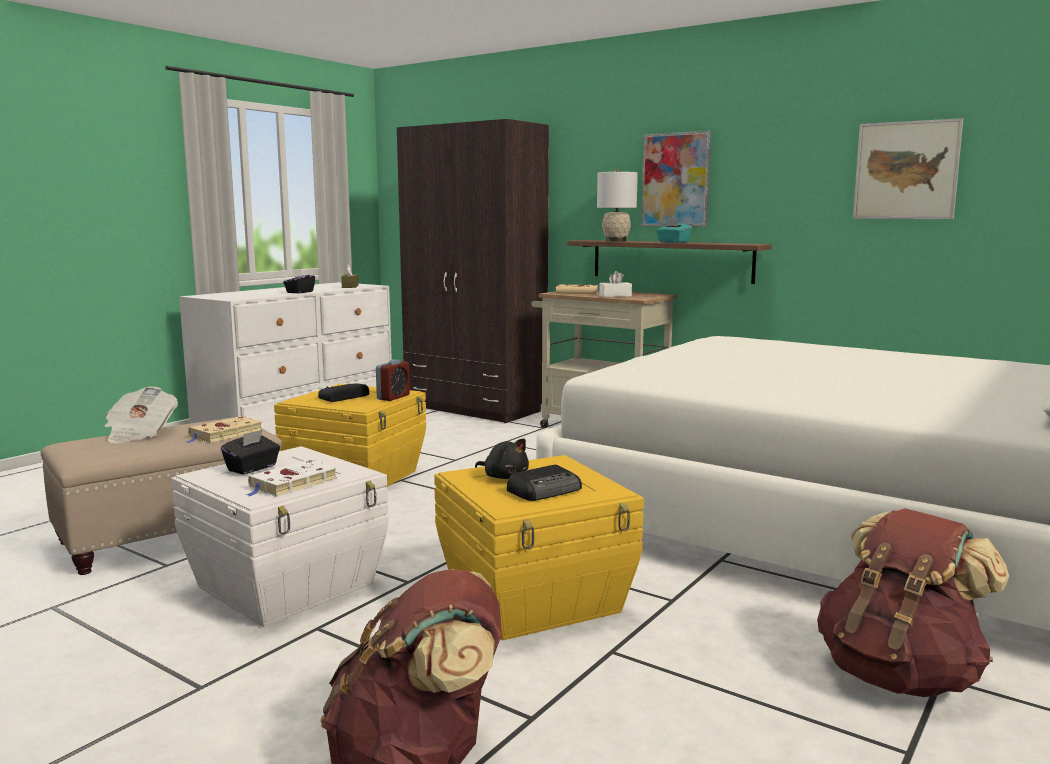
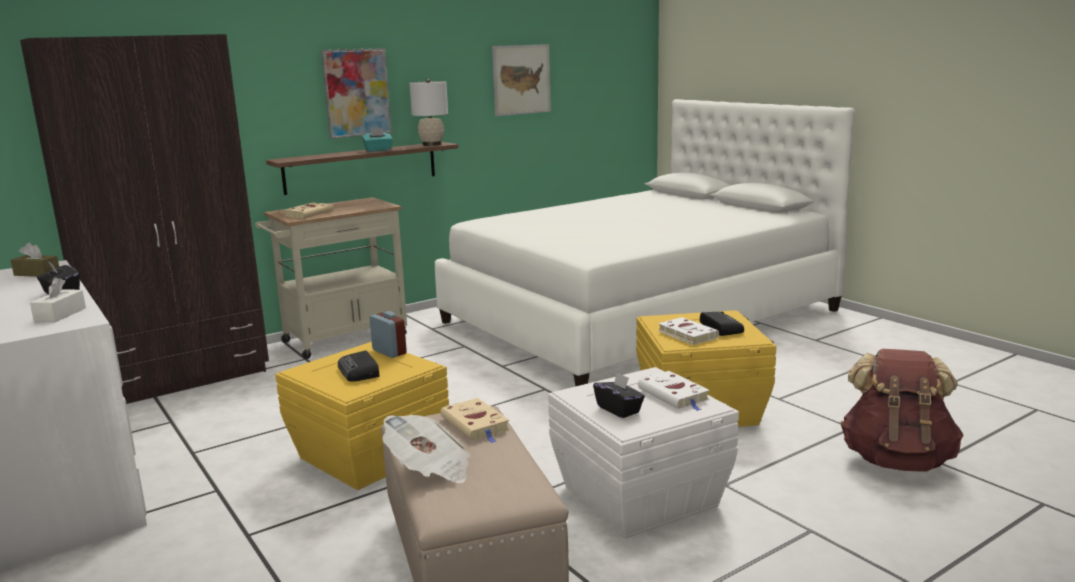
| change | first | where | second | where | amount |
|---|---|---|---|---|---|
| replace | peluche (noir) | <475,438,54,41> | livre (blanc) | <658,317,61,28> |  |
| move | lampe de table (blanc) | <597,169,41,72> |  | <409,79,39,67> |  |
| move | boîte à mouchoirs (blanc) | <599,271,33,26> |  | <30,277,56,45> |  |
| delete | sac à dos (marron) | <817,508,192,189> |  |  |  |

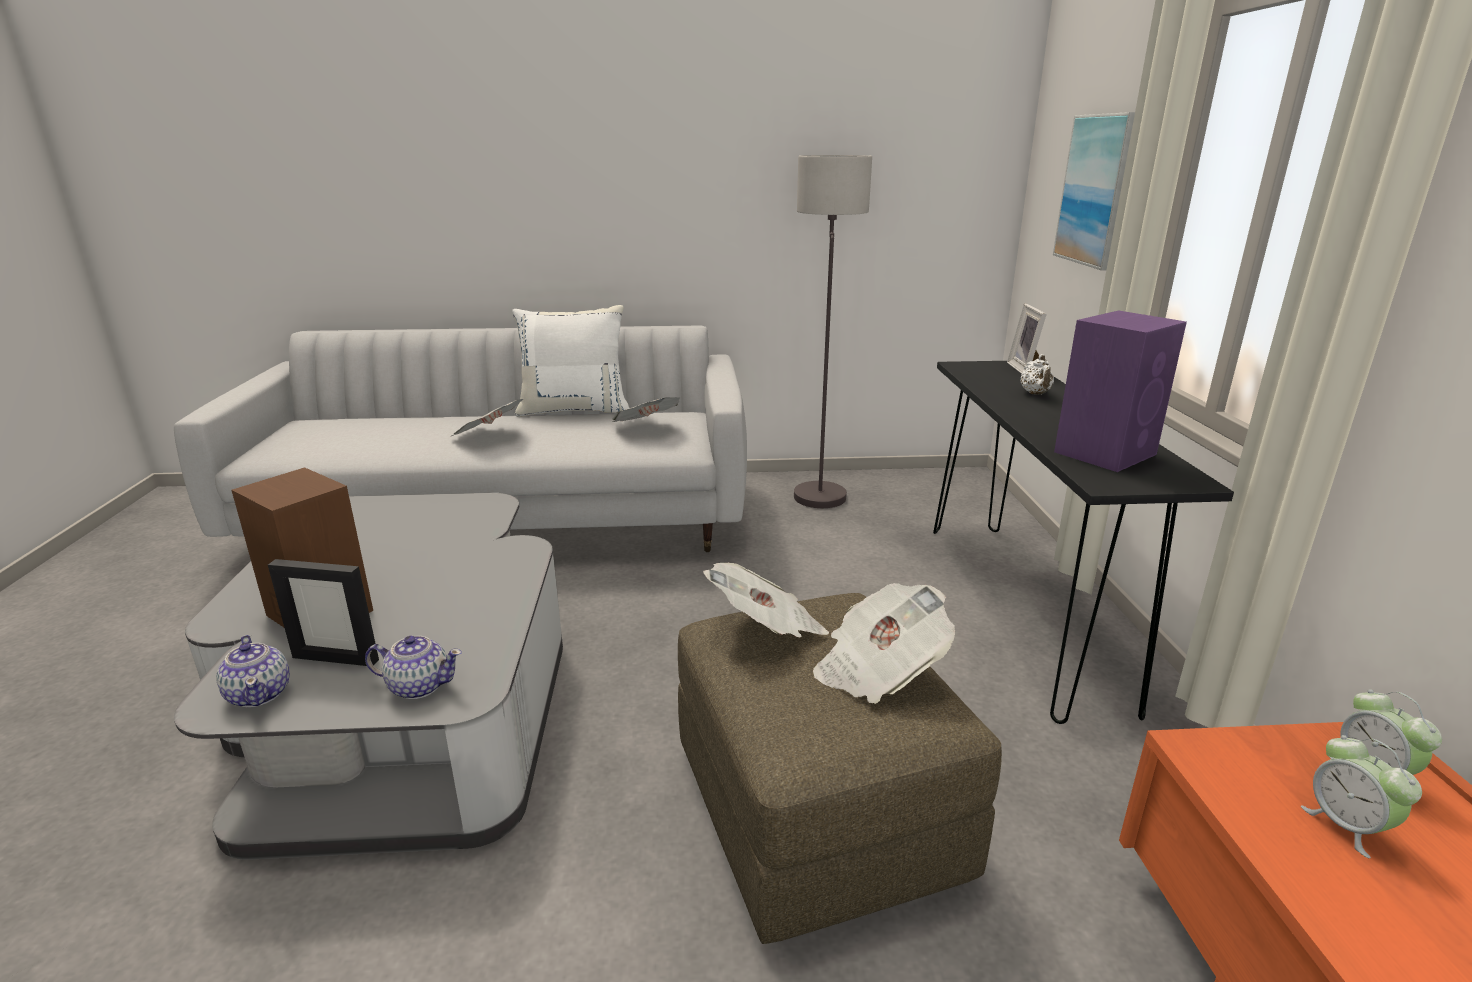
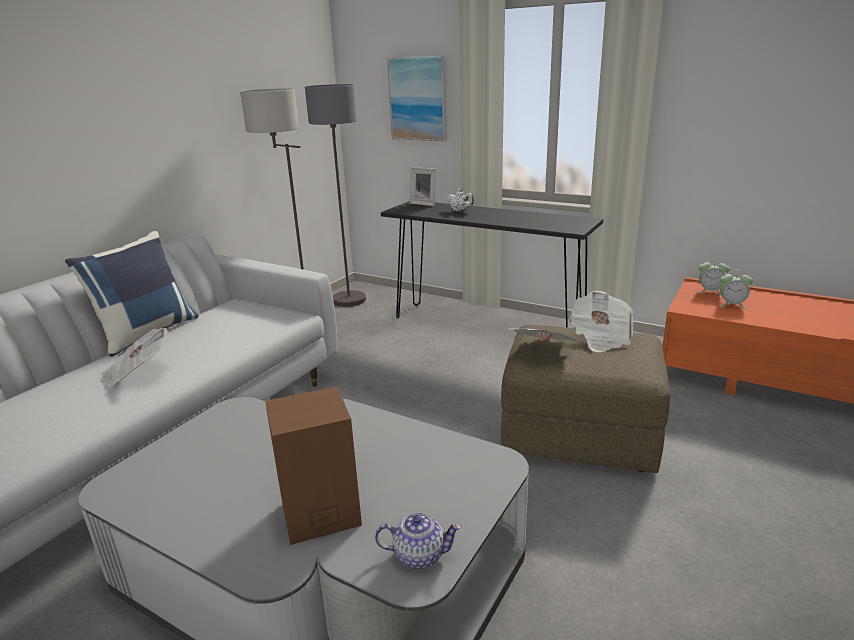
| change | first | where | second | where | amount |
|---|---|---|---|---|---|
| delete | cadre photo | <268,559,111,107> |  |  |  |
| delete | théière | <365,636,97,63> |  |  |  |
| recolor | coussin (blanc) | <512,305,117,112> | coussin (bleu) | <65,231,134,126> |  |
| delete | journal | <612,397,68,25> |  |  |  |
| delete | enceinte (violet) | <1054,310,133,162> |  |  |  |
| insert |  |  | lampadaire (gris) | <305,84,61,223> |  |

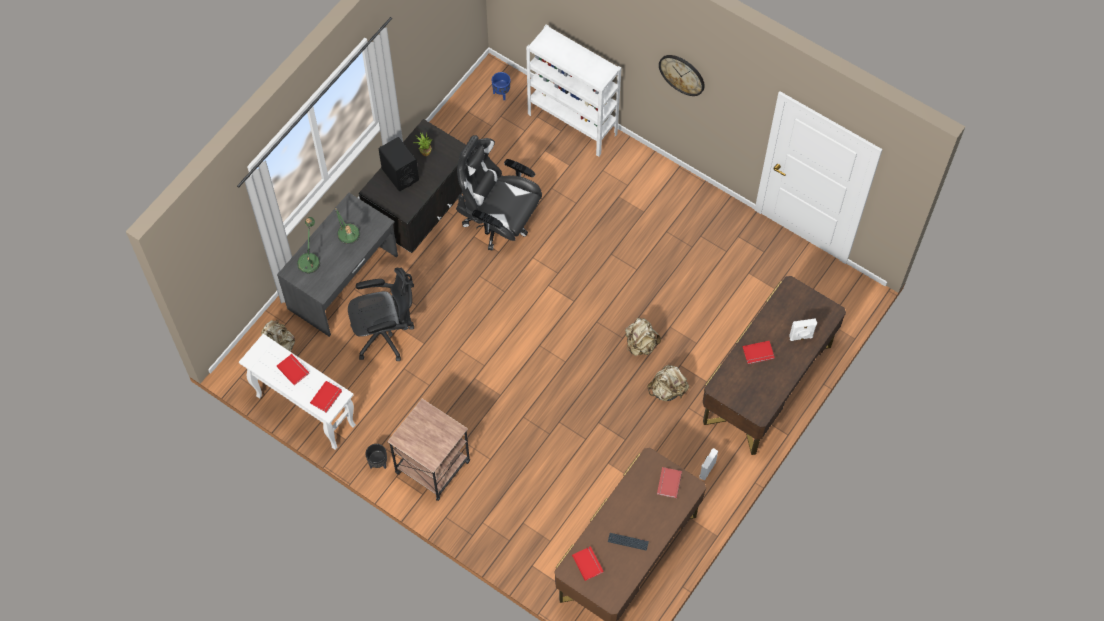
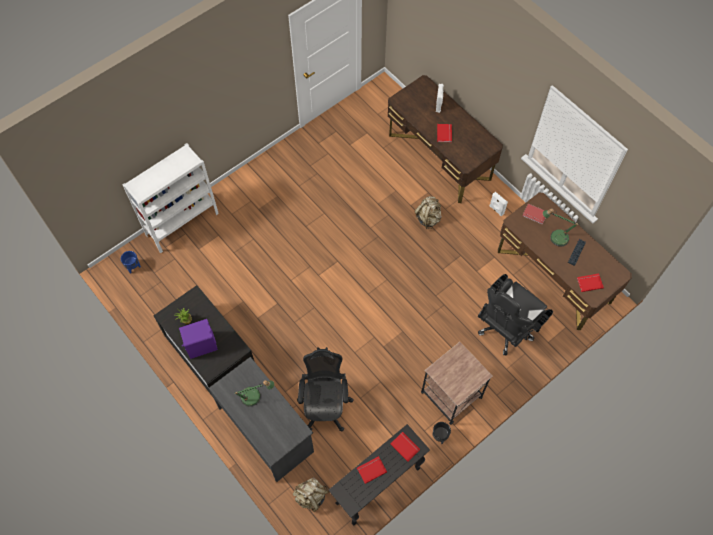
| change | first | where | second | where | amount |
|---|---|---|---|---|---|
| recolor | table console (blanc) | <239,334,117,116> | table console (noir) | <329,424,101,102> |  |
| move | lampe de table | <297,217,23,57> |  | <543,208,35,38> |  |
| recolor | enceinte (noir) | <379,137,40,54> | enceinte (violet) | <179,319,39,40> |  |
| move | chaise de bureau (noir) | <456,135,86,115> |  | <478,274,75,81> |  |
| delete | sac à dos (beige) | <625,318,36,38> |  |  |  |
| delete | horloge murale | <659,55,46,41> |  |  |  |

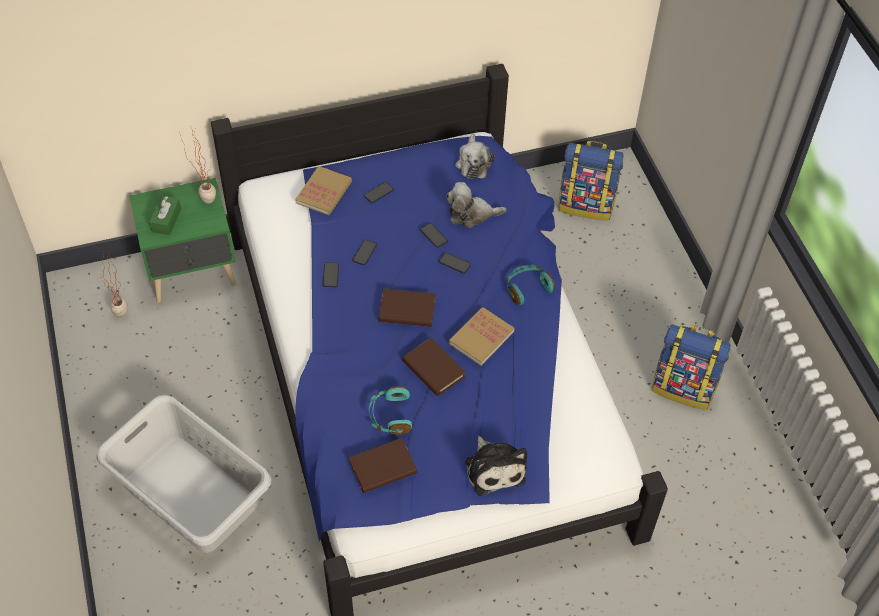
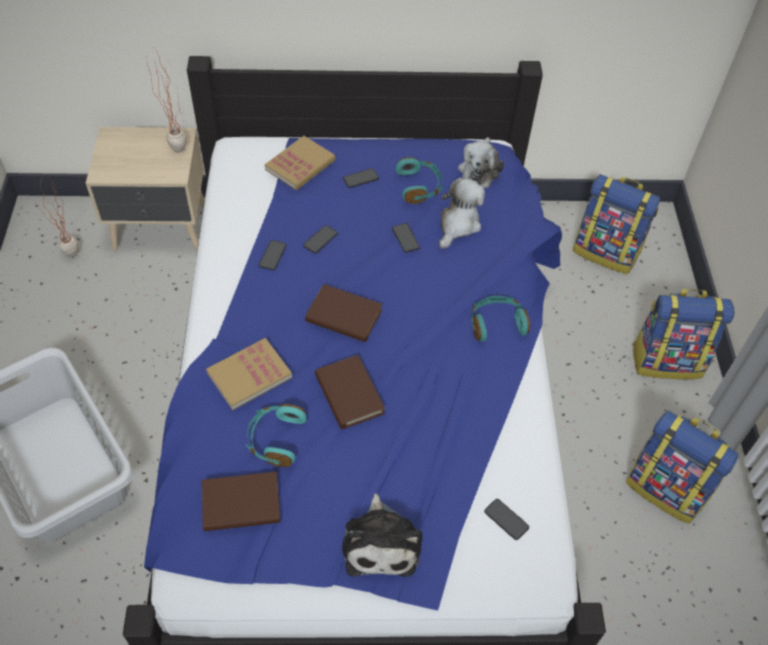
| change | first | where | second | where | amount |
|---|---|---|---|---|---|
| recolor | table de chevet (vert) | <129,178,107,125> | table de chevet (beige) | <86,127,119,124> |  |
| delete | boîte à mouchoirs (vert) | <149,196,32,39> |  |  |  |
| move | téléphone | <439,252,32,22> |  | <484,499,45,41> |  |
| rotate | peluche | <446,182,60,46> |  | <439,178,46,71> | 105 degrees clockwise |
| move | livre | <449,307,65,59> |  | <206,338,86,72> |  |
| insert |  |  | casque audio (turquoise) | <396,157,47,47> |  |
| insert |  |  | sac à dos | <632,289,103,91> |  |

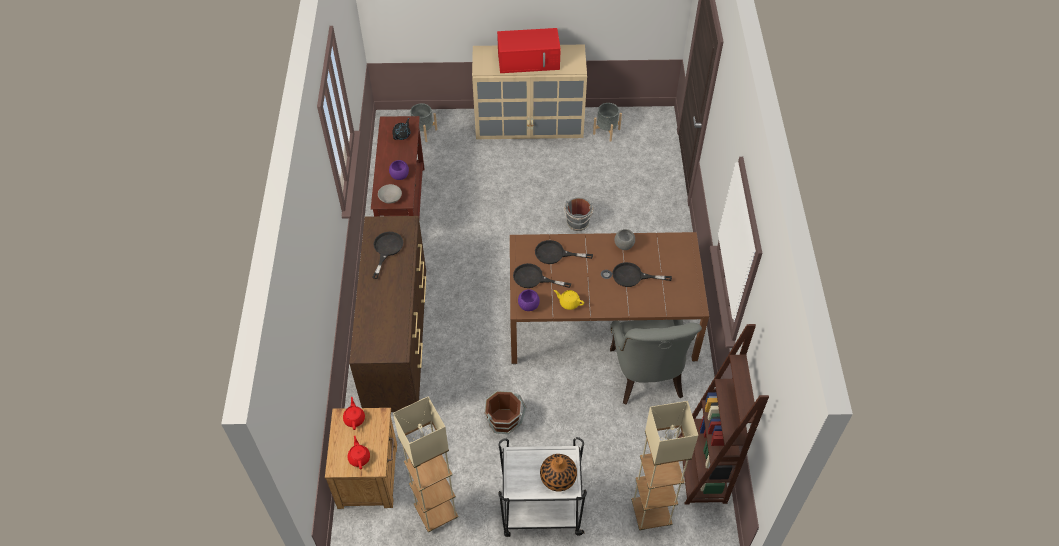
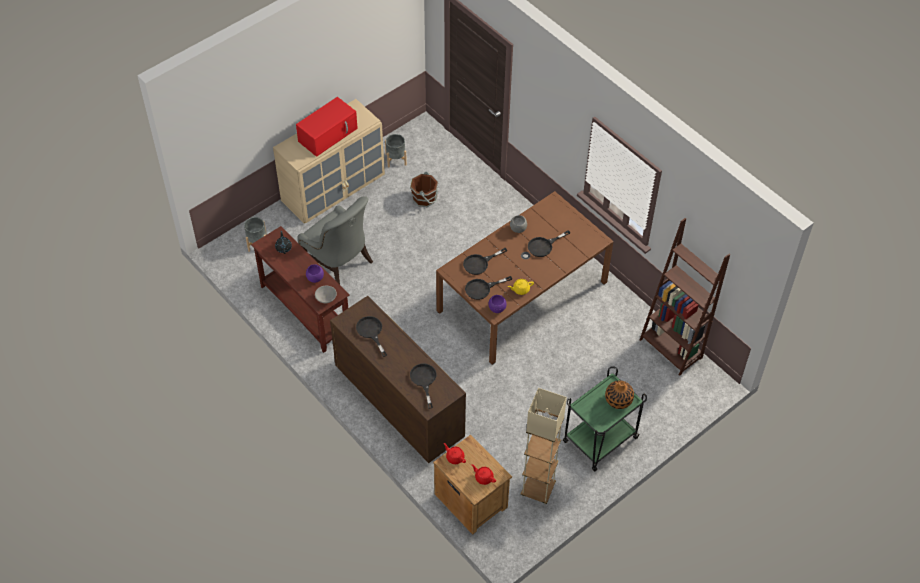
| change | first | where | second | where | amount |
|---|---|---|---|---|---|
| move | seau (marron) | <484,391,42,44> |  | <410,171,28,36> |  |
| recolor | chariot (blanc) | <498,437,89,100> | chariot (vert) | <563,366,84,106> |  |
| delete | seau (gris) | <564,197,30,34> |  |  |  |
| move | chaise (gris) | <610,319,92,85> |  | <297,196,76,89> |  |
| delete | lampadaire (beige) | <631,401,67,130> |  |  |  |
| insert |  |  | poêle (noir) | <410,363,27,46> |  |

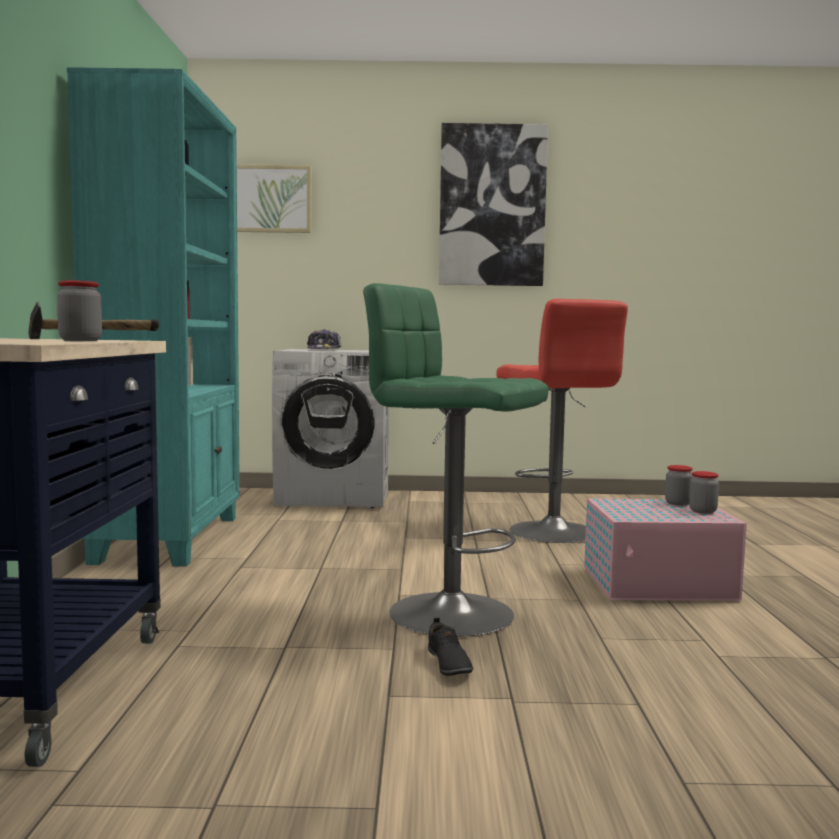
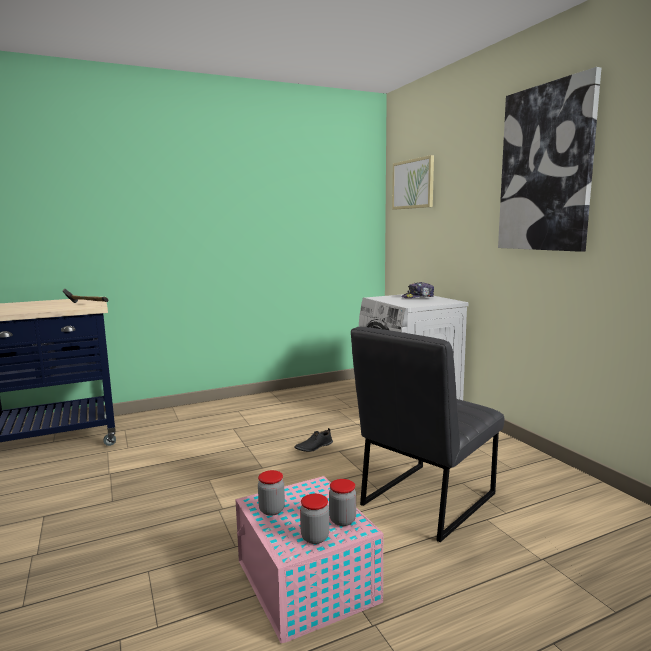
| change | first | where | second | where | amount |
|---|---|---|---|---|---|
| move | bocal | <57,280,45,61> |  | <258,470,27,46> |  |
| delete | bibliothèque (turquoise) | <67,67,173,500> |  |  |  |
| delete | tabouret (vert) | <363,283,186,354> |  |  |  |
| move | chaussure (noir) | <428,617,46,59> |  | <295,428,38,24> |  |
| replace | tabouret (rouge) | <496,299,132,244> | chaise (gris) | <351,327,153,215> |  |

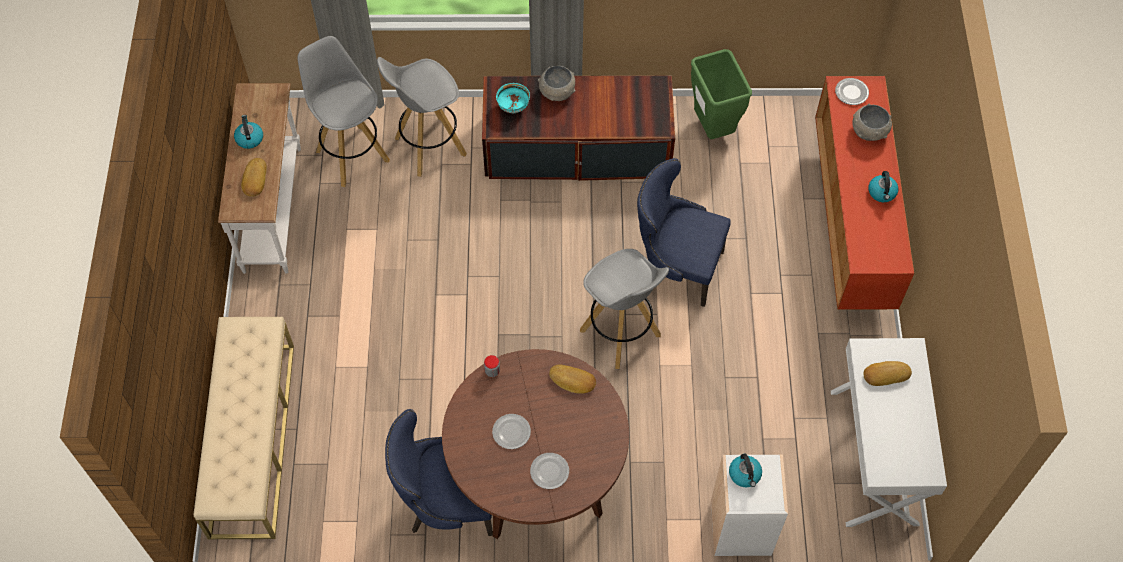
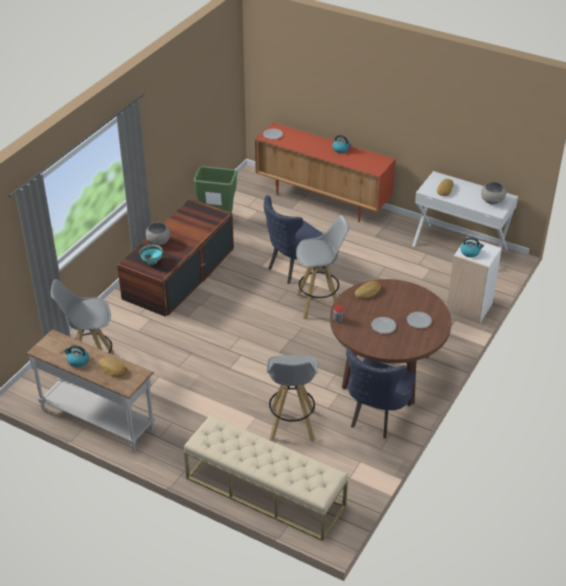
| change | first | where | second | where | amount |
|---|---|---|---|---|---|
| move | tabouret (gris) | <377,57,90,120> |  | <267,355,51,86> |  |
| move | bol (gris) | <852,104,40,37> |  | <481,182,26,23> |  |

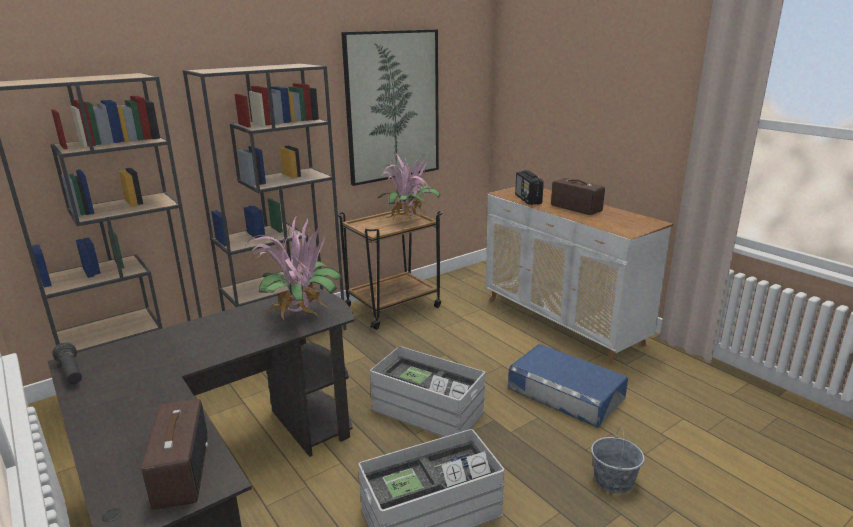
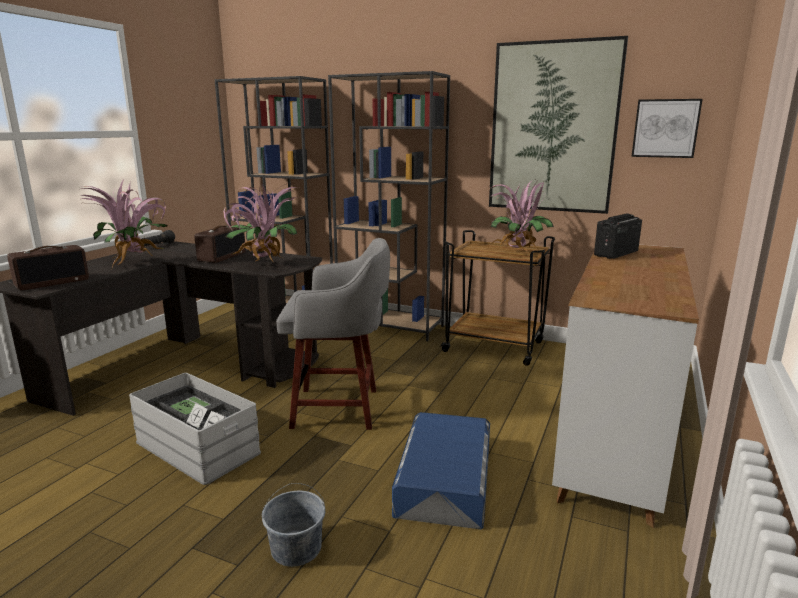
| change | first | where | second | where | amount |
|---|---|---|---|---|---|
| replace | boîte de rangement (gris) | <370,346,115,91> | tabouret (gris) | <276,238,114,192> |  |
| move | radio | <551,178,54,37> |  | <194,225,52,38> |  |
| insert |  |  | plante en pot | <81,178,87,89> |  |
| insert |  |  | tableau | <631,99,72,59> |  |

